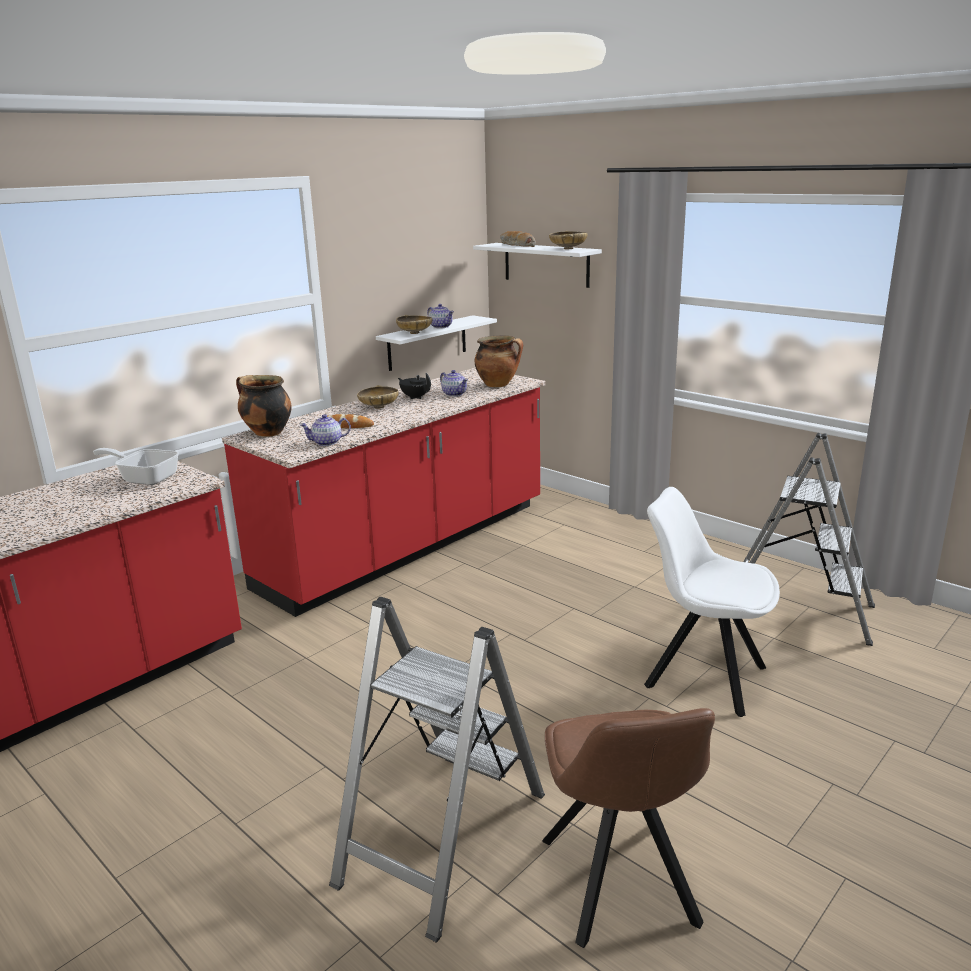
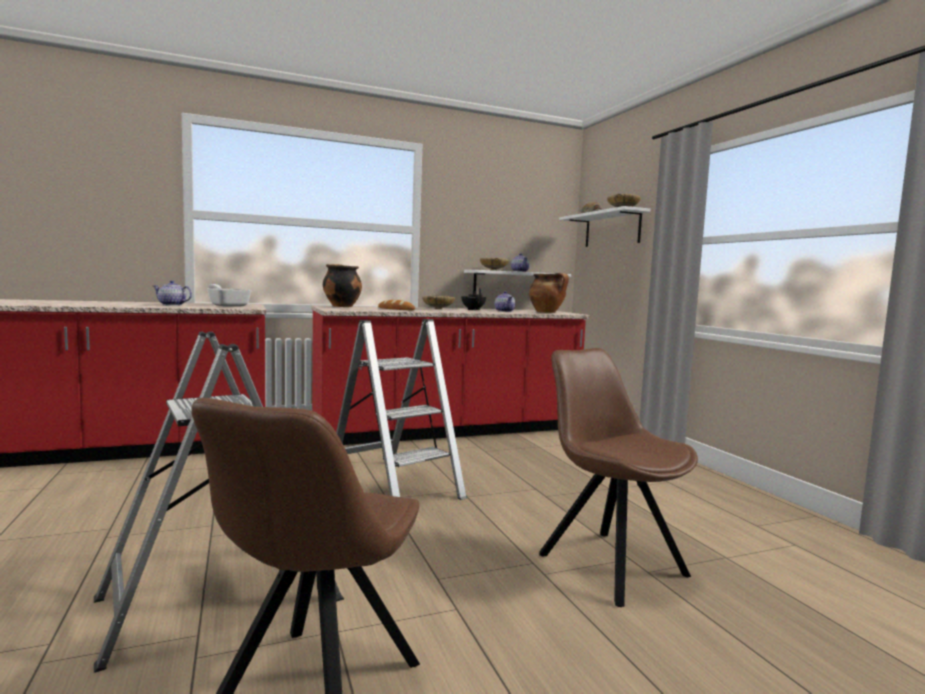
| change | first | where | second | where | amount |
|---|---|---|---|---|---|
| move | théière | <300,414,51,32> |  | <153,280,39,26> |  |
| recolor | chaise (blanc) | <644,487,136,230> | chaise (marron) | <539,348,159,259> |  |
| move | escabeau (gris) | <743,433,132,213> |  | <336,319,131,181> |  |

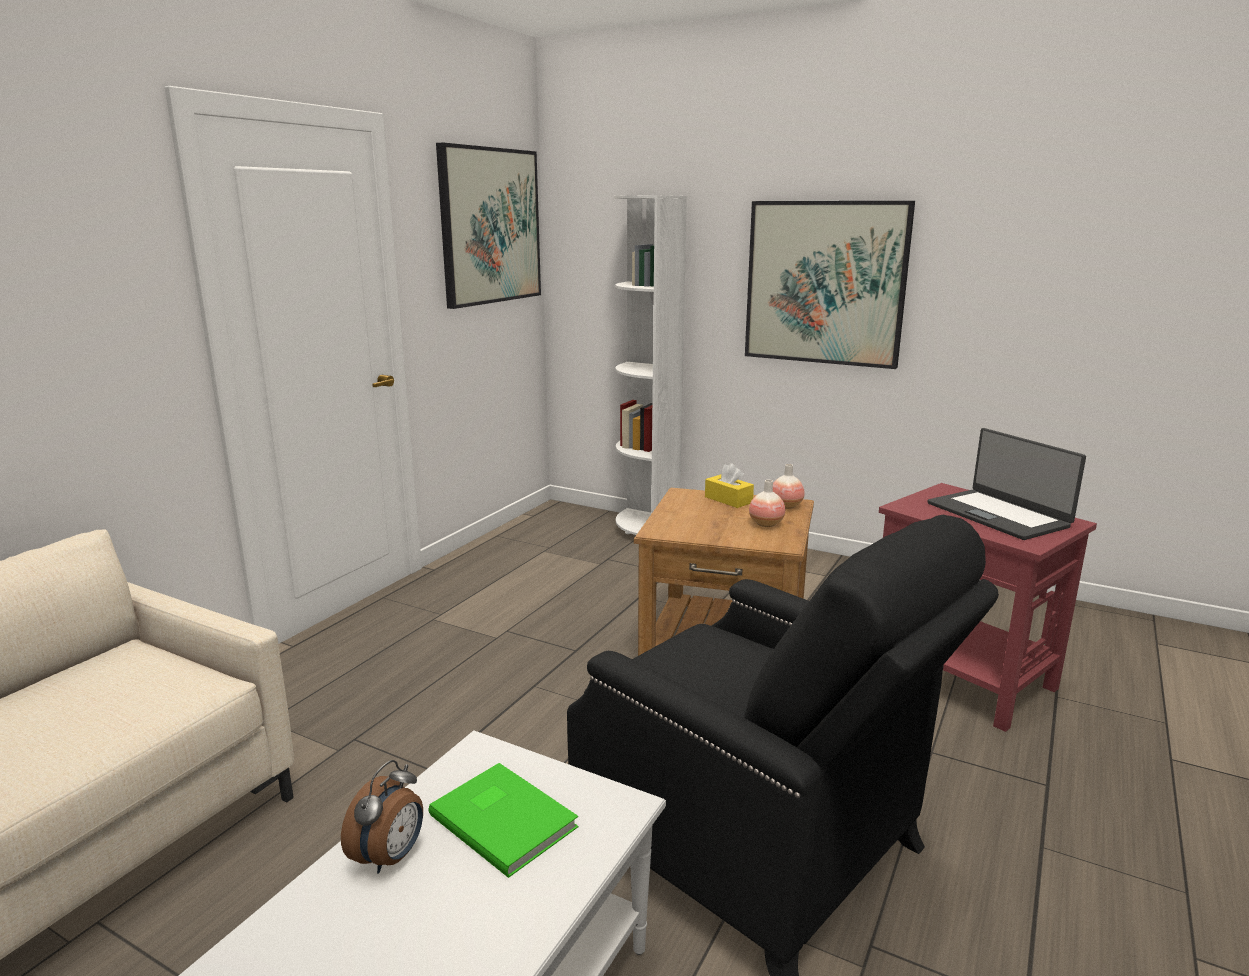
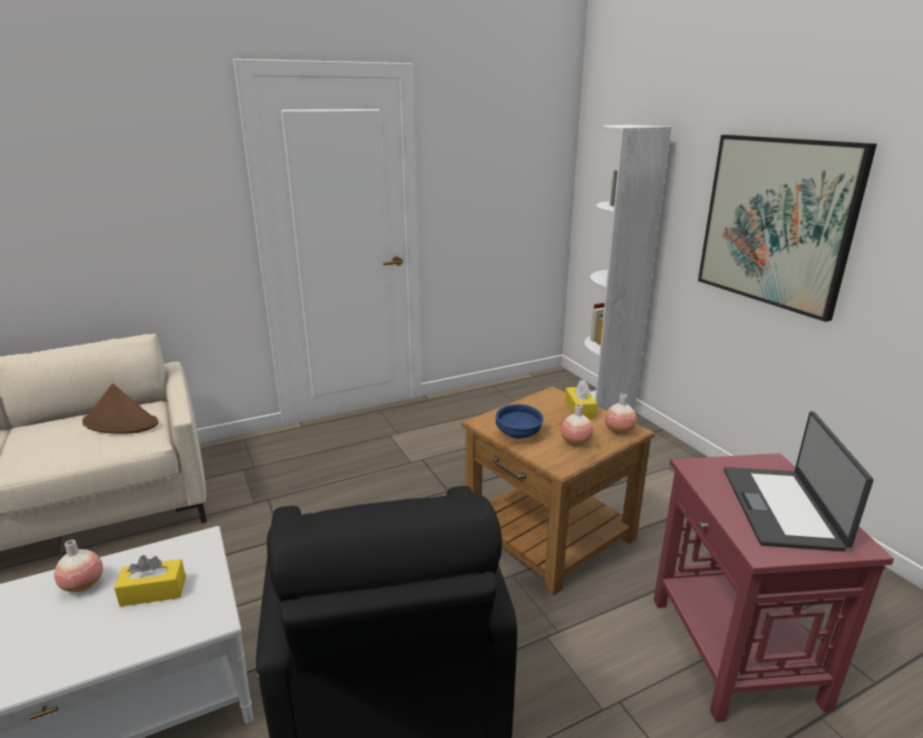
| change | first | where | second | where | amount |
|---|---|---|---|---|---|
| replace | réveil | <341,760,82,114> | vase | <54,540,49,52> |  |
| replace | livre (vert) | <428,763,151,115> | boîte à mouchoirs (jaune) | <114,555,72,52> |  |
| delete | tableau | <436,143,105,166> |  |  |  |
| insert |  |  | chapeau (marron) | <82,383,76,51> |  |
| insert |  |  | bol (bleu) | <495,404,48,35> |  |

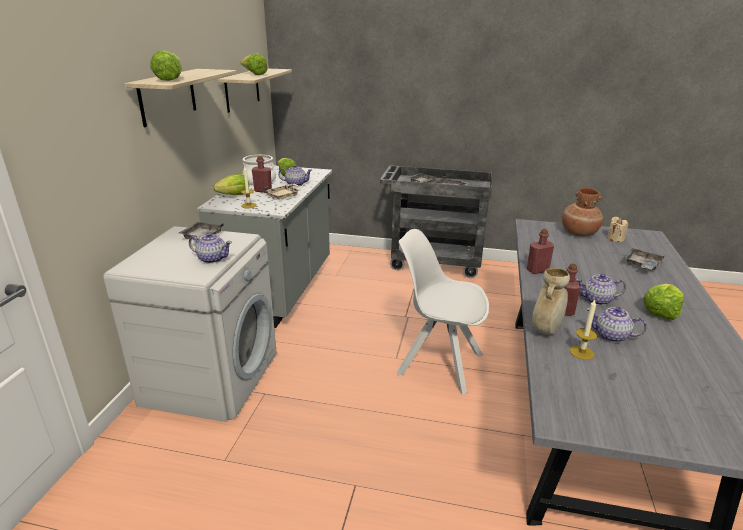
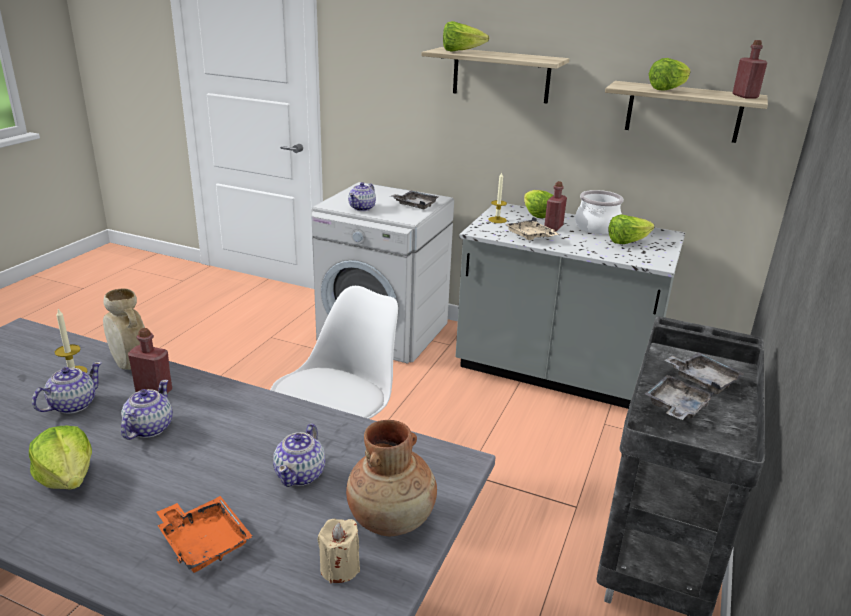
| change | first | where | second | where | amount |
|---|---|---|---|---|---|
| move | théière | <278,165,34,22> |  | <273,423,52,64> |  |
| move | bouteille (rouge) | <527,229,27,45> |  | <733,40,34,59> |  |
| recolor | plateau (gris) | <624,248,41,22> | plateau (orange) | <157,496,96,77> |  |

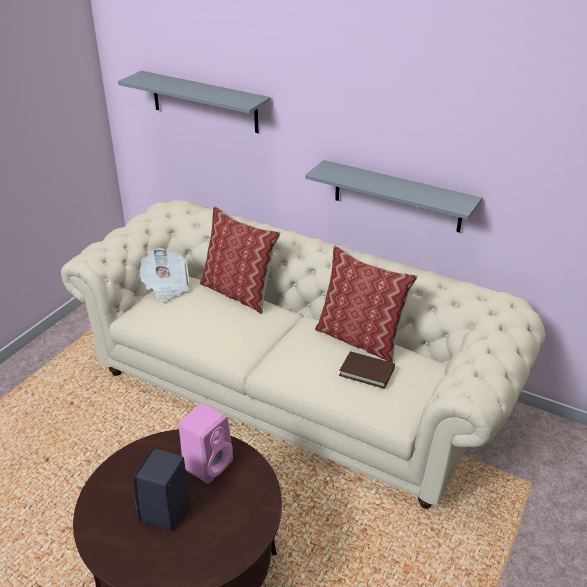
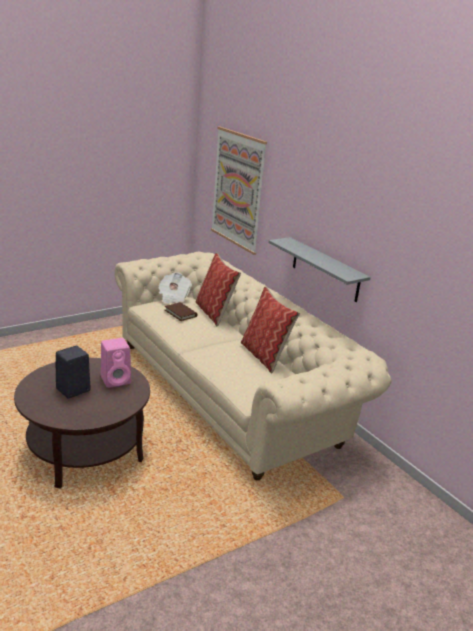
| change | first | where | second | where | amount |
|---|---|---|---|---|---|
| replace | étagère (gris) | <118,71,152,62> | tableau | <211,126,56,129> |  |
| move | livre (marron) | <339,351,56,38> |  | <165,302,32,19> |  |

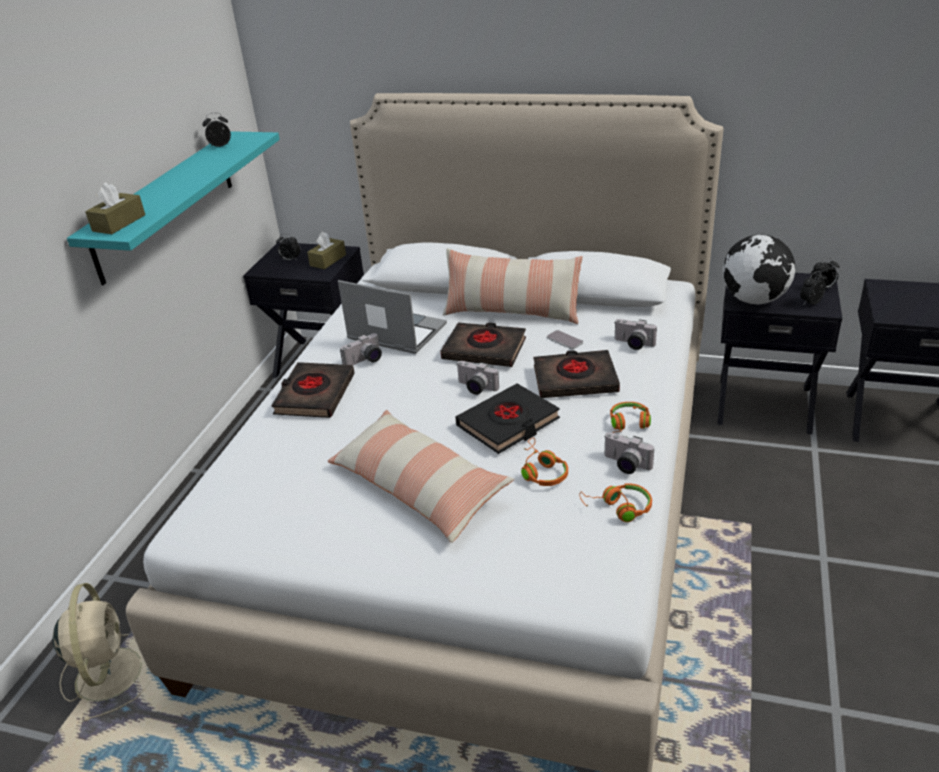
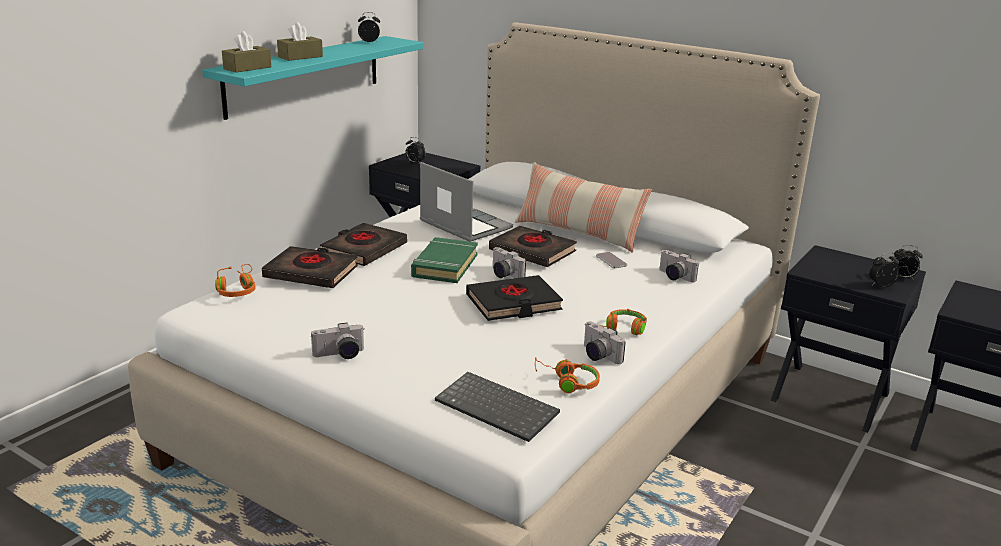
| change | first | where | second | where | amount |
|---|---|---|---|---|---|
| delete | ventilateur (beige) | <53,583,98,139> |  |  |  |
| move | boîte à mouchoirs (marron) | <307,232,39,37> |  | <277,22,46,39> |  |
| delete | coussin | <327,410,187,133> |  |  |  |
| move | appareil photo | <340,333,42,32> |  | <311,323,54,36> |  |
| move | casque audio (orange) | <521,438,47,48> |  | <215,264,41,33> |  |
| move | livre (noir) | <534,350,86,48> |  | <262,246,96,42> |  |
| delete | globe | <723,234,72,70> |  |  |  |
| insert |  |  | livre (vert) | <411,237,67,46> |  |
| insert |  |  | clavier | <435,372,125,70> |  |

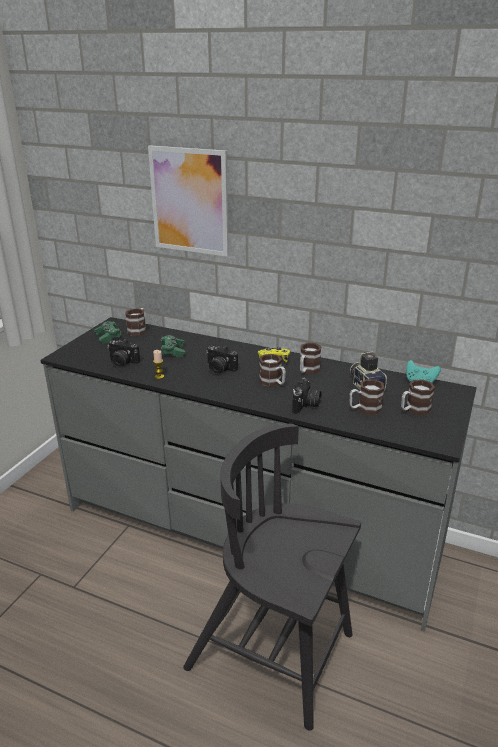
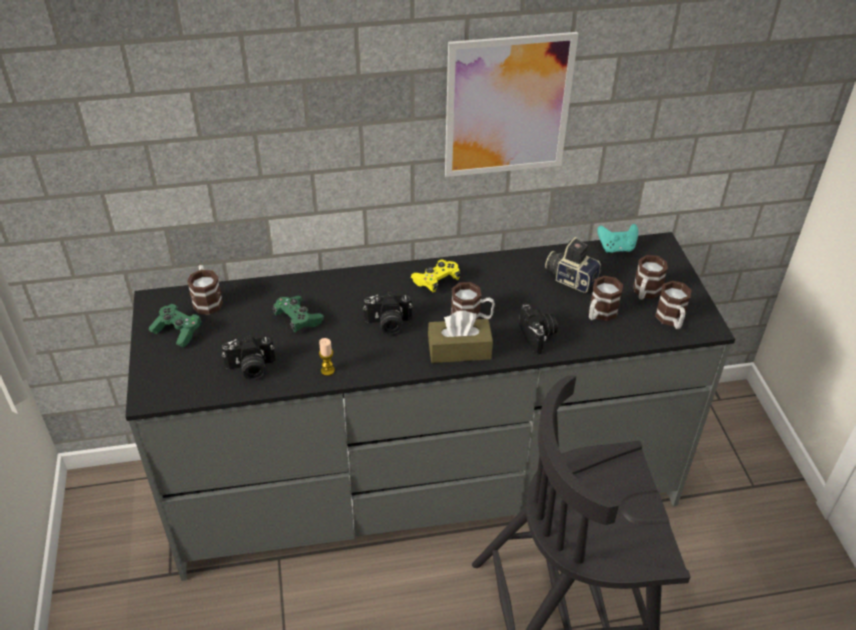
| change | first | where | second | where | amount |
|---|---|---|---|---|---|
| move | tableau | <148,145,81,111> |  | <445,32,133,145> |  |
| move | mug | <300,343,21,31> |  | <655,281,37,48> |  |
| insert |  |  | boîte à mouchoirs (marron) | <428,310,65,53> |  |

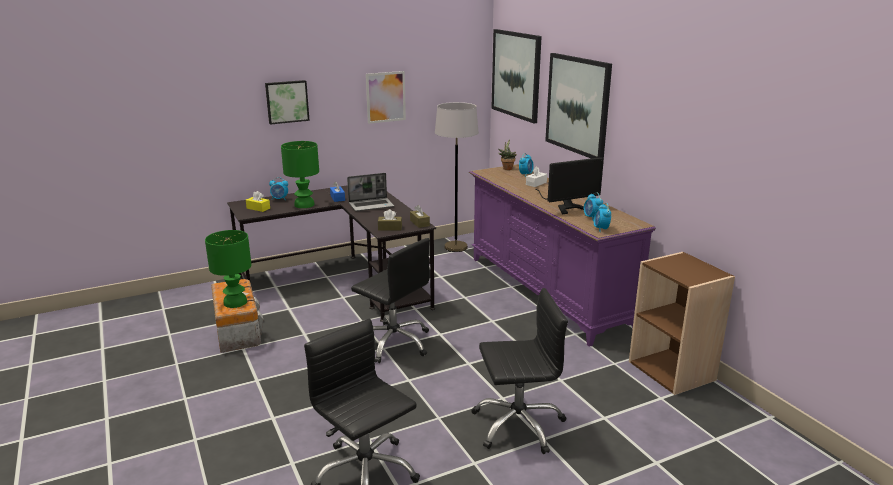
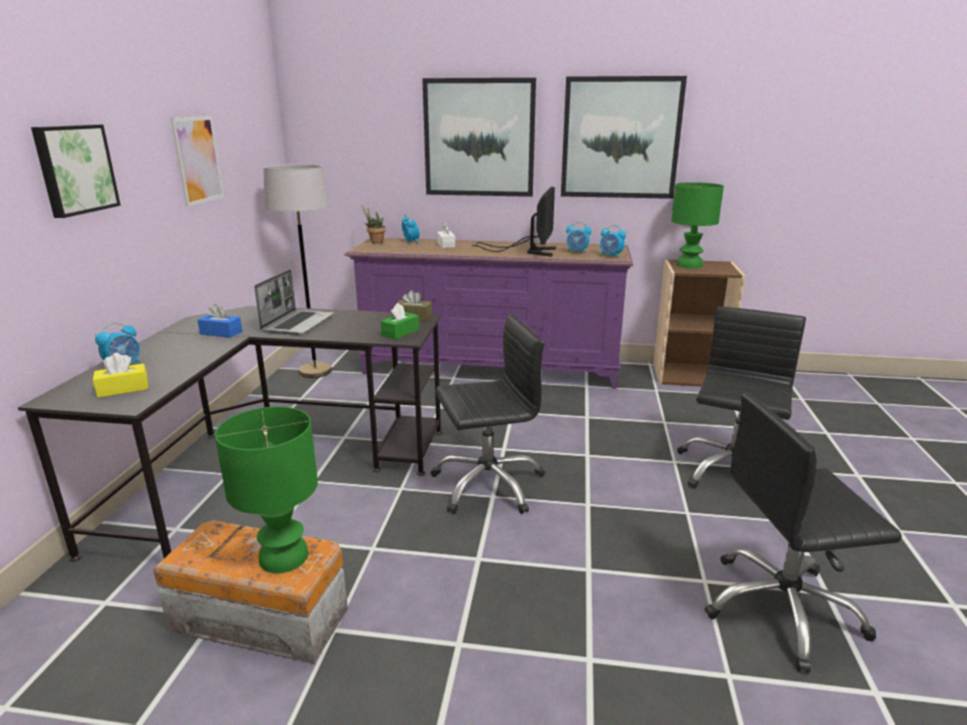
| change | first | where | second | where | amount |
|---|---|---|---|---|---|
| move | lampe de table (vert) | <281,141,38,67> |  | <671,182,53,87> |  |
| recolor | boîte à mouchoirs (marron) | <378,209,24,22> | boîte à mouchoirs (vert) | <381,303,38,37> |  |
| move | tableau | <491,29,51,94> |  | <561,76,126,123> |  |

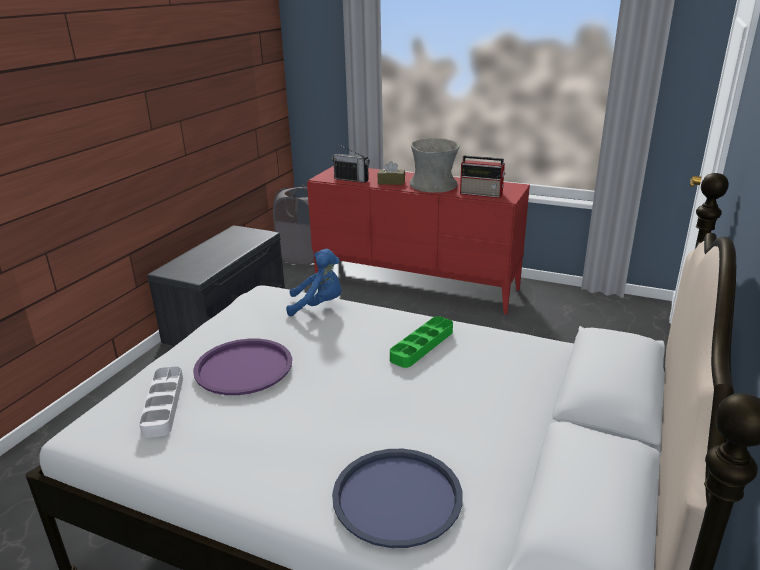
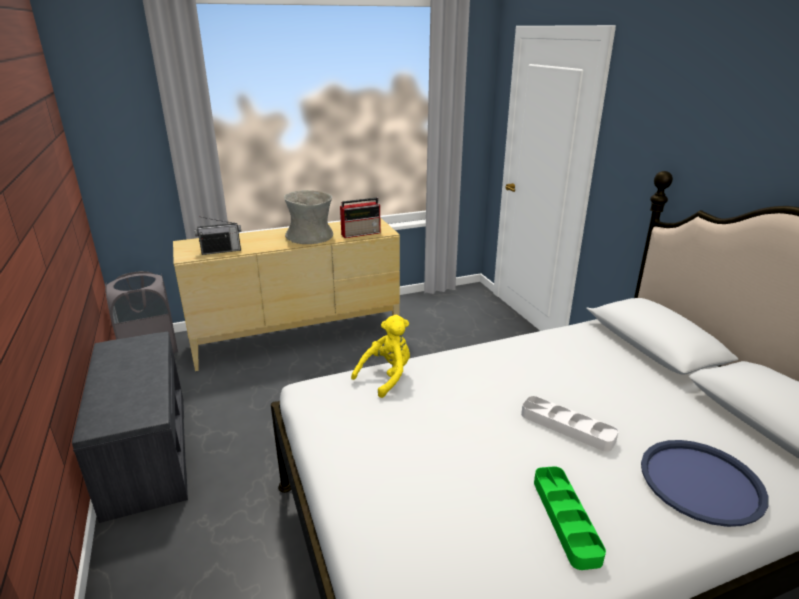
| change | first | where | second | where | amount |
|---|---|---|---|---|---|
| move | plateau (blanc) | <139,366,44,72> |  | <521,396,97,56> |  |
| delete | plateau (violet) | <193,339,99,56> |  |  |  |
| recolor | peluche (bleu) | <286,249,56,67> | peluche (jaune) | <351,315,59,83> |  |
| recolor | commode (rouge) | <307,166,223,148> | commode (beige) | <173,218,227,153> |  |
| delete | boîte à mouchoirs (marron) | <377,161,28,24> |  |  |  |
| move | plateau (vert) | <390,316,63,52> |  | <534,466,72,104> |  |

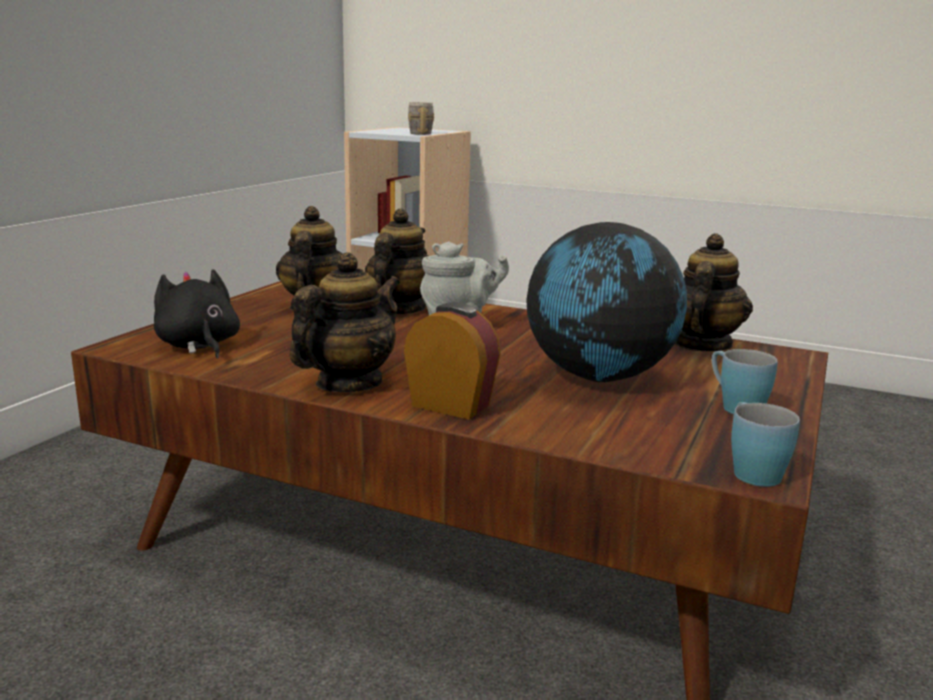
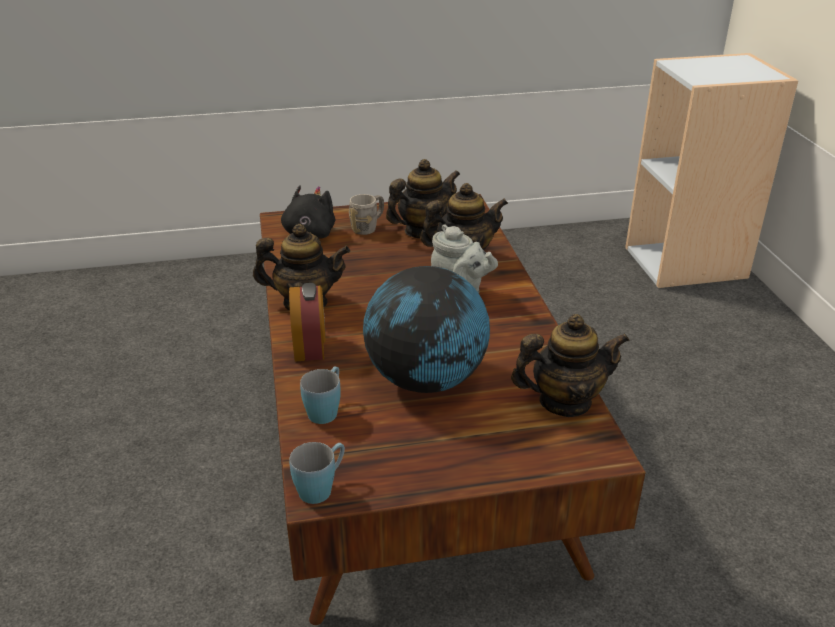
| change | first | where | second | where | amount |
|---|---|---|---|---|---|
| move | mug (gris) | <408,102,26,33> |  | <349,194,35,41> |  |
| move | mug (bleu) | <712,349,66,65> |  | <300,366,41,58> |  |

